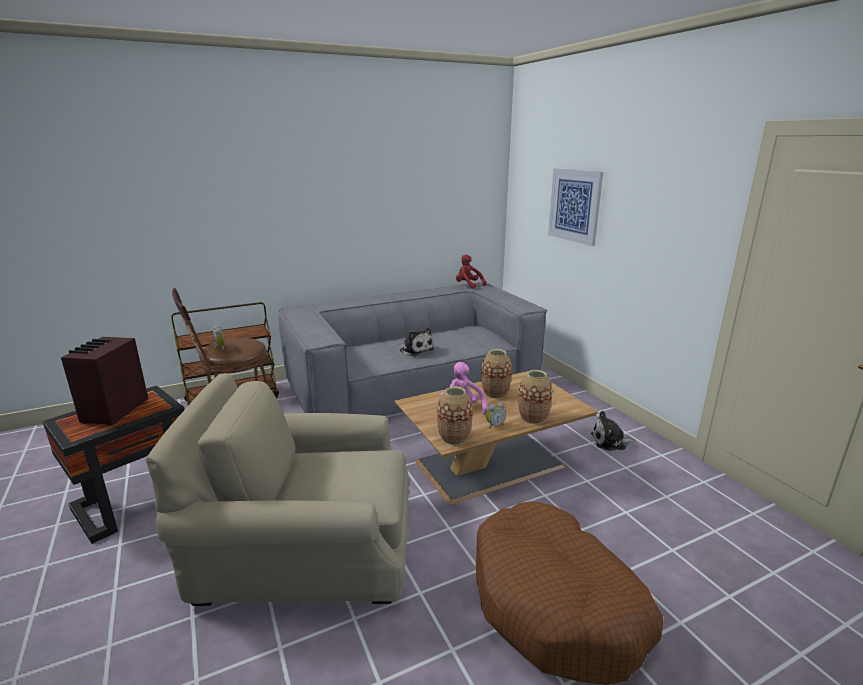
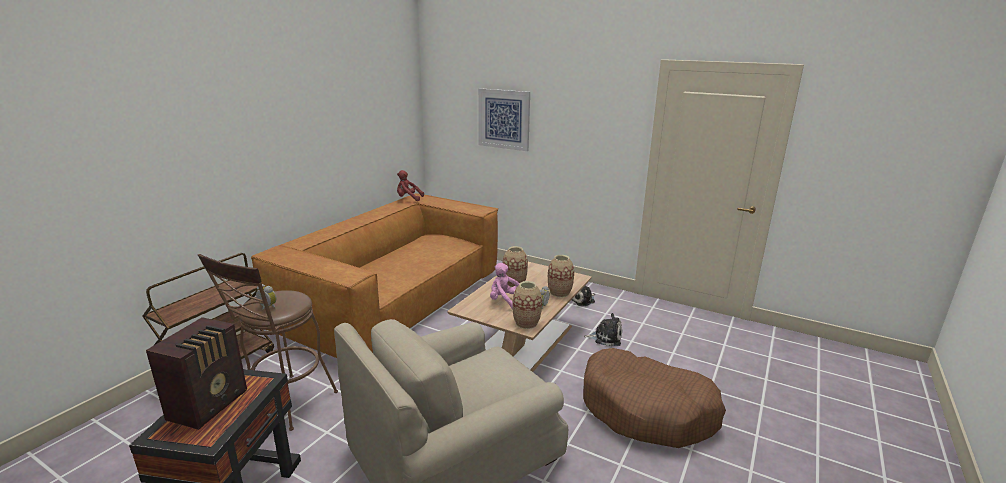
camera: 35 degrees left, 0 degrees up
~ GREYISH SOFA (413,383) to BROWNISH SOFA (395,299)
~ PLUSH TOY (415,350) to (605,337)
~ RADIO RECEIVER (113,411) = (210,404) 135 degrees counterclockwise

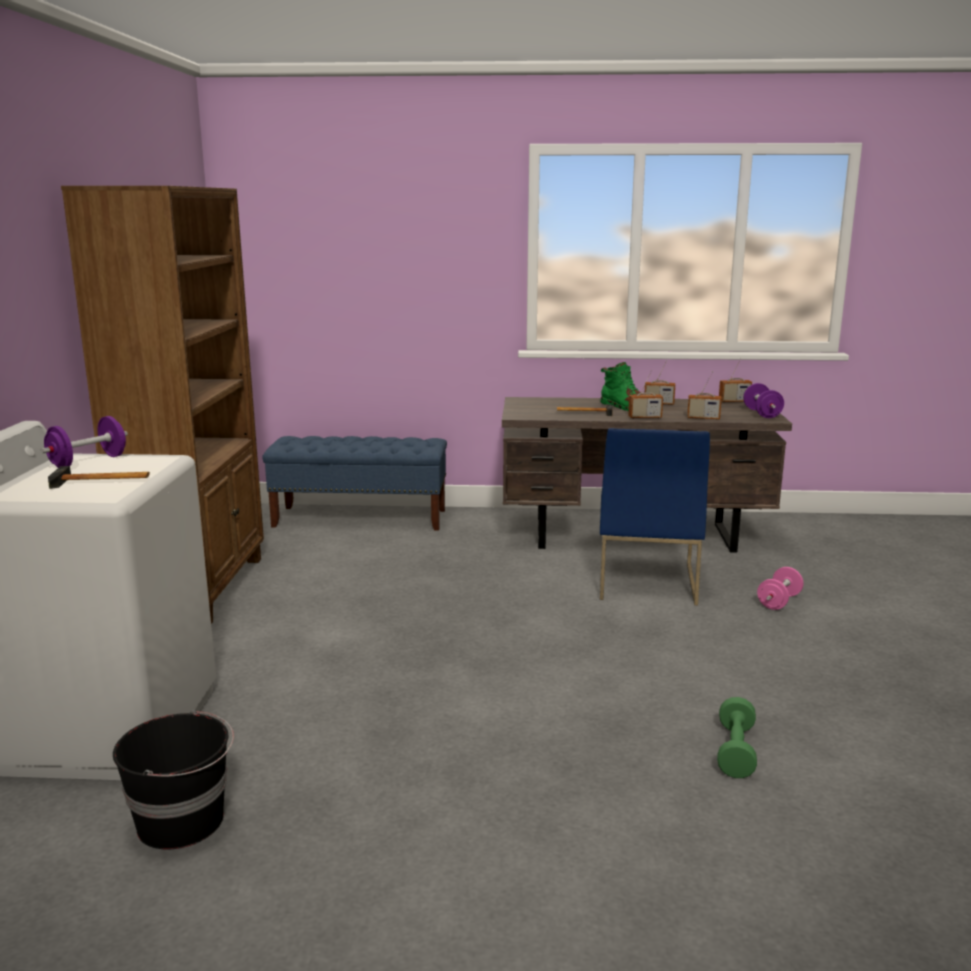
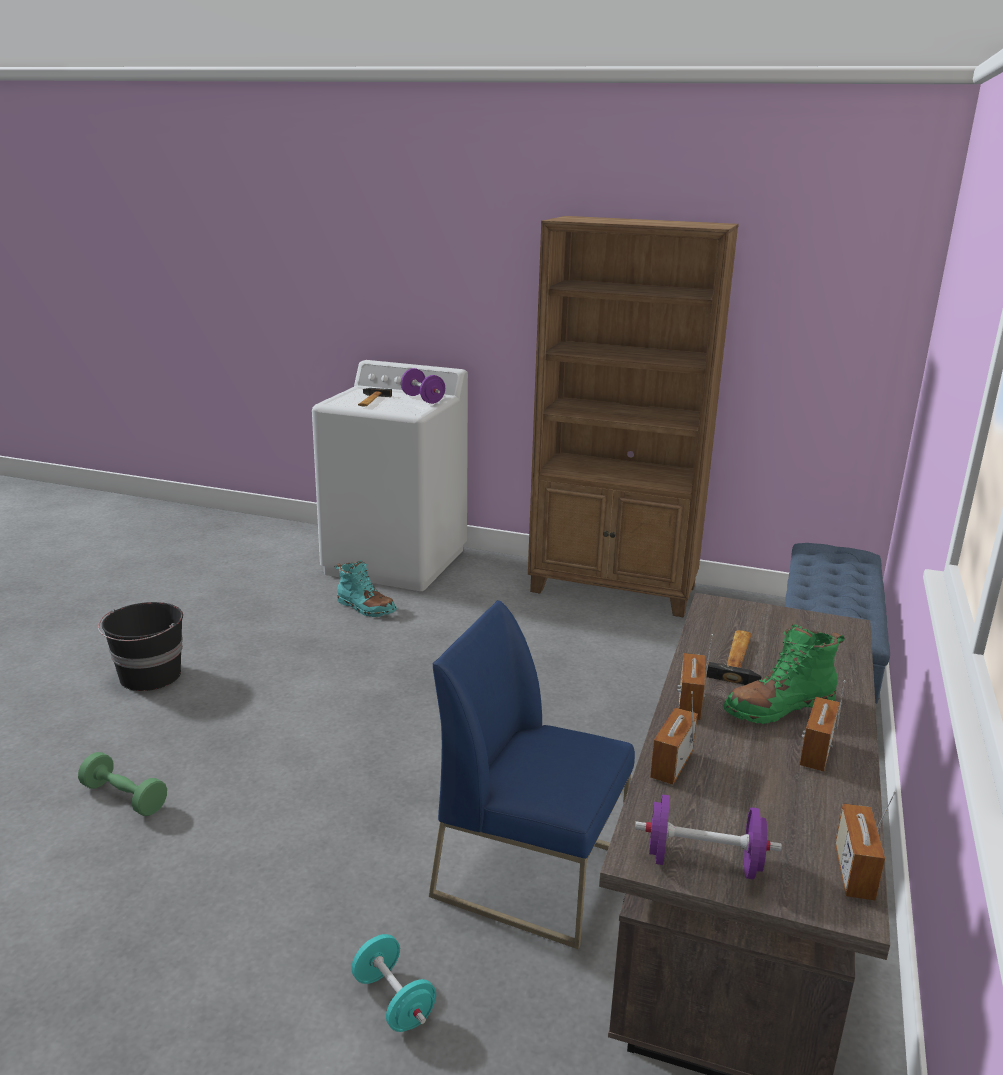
camera: 105 degrees right, 5 degrees up
~ PINK HAND WEIGHT (779,602) to BLUE-GREEN HAND WEIGHT (393,1001)
~ BLACK-COLOURED BUCKET (183,821) to (149,676)
+ BLUE-GREEN HIGH-TOP BOOT (365,607)

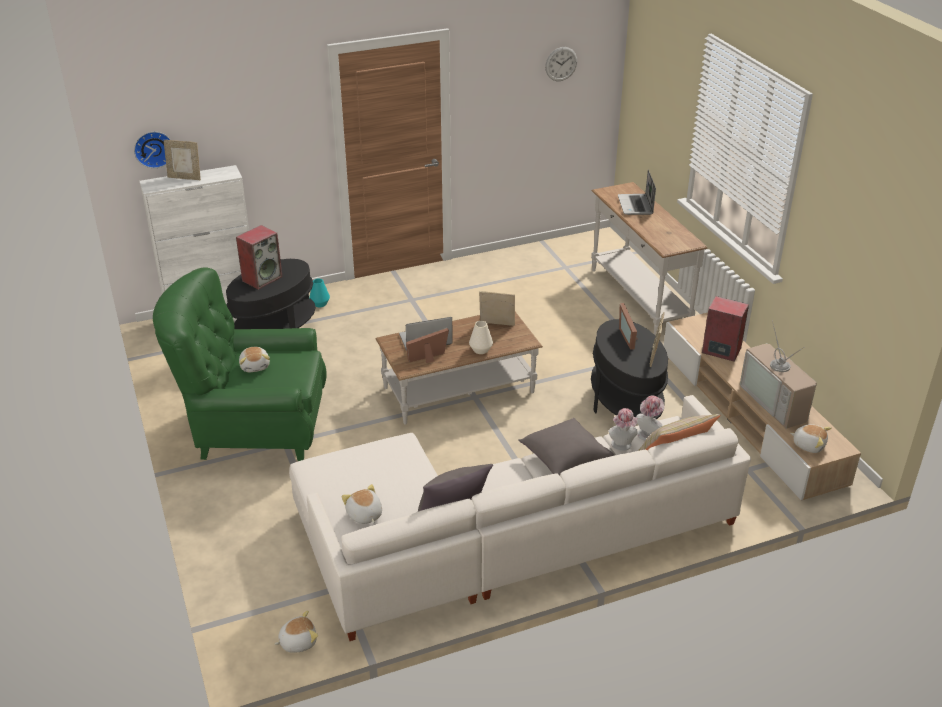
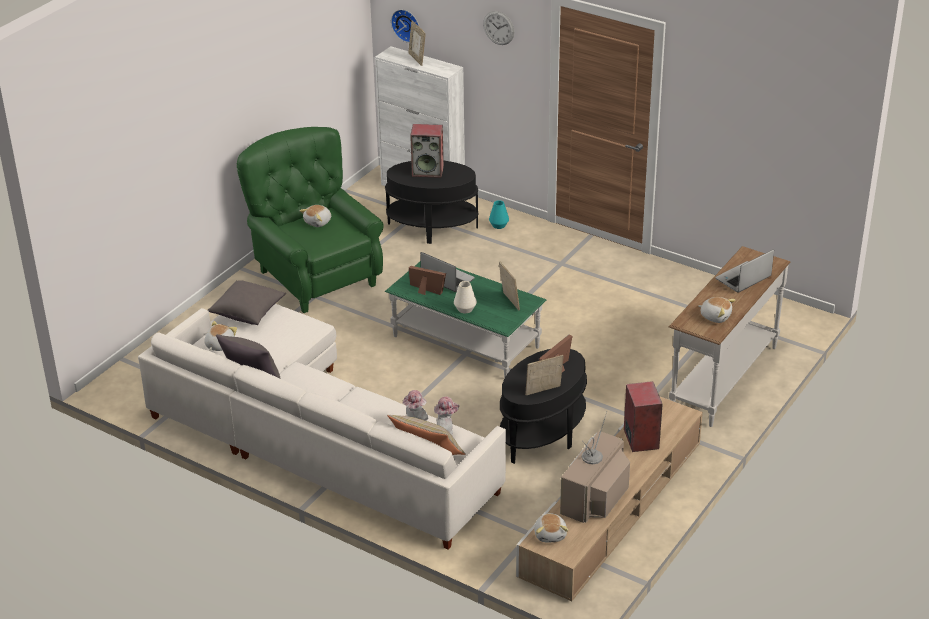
camera: 55 degrees right, 0 degrees up
~ CLOCK ON THE WALL (561,64) to (498,27)
~ BROWNISH LOUNGE TABLE (458,390) to GREENISH LOUNGE TABLE (465,342)
~ GREYISH PILLOW (564,458) to (248,312)
~ PLUSH TOY (298,641) to (715,316)

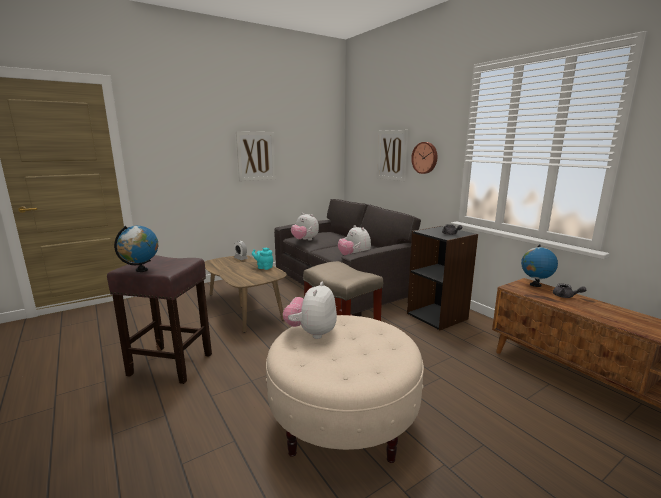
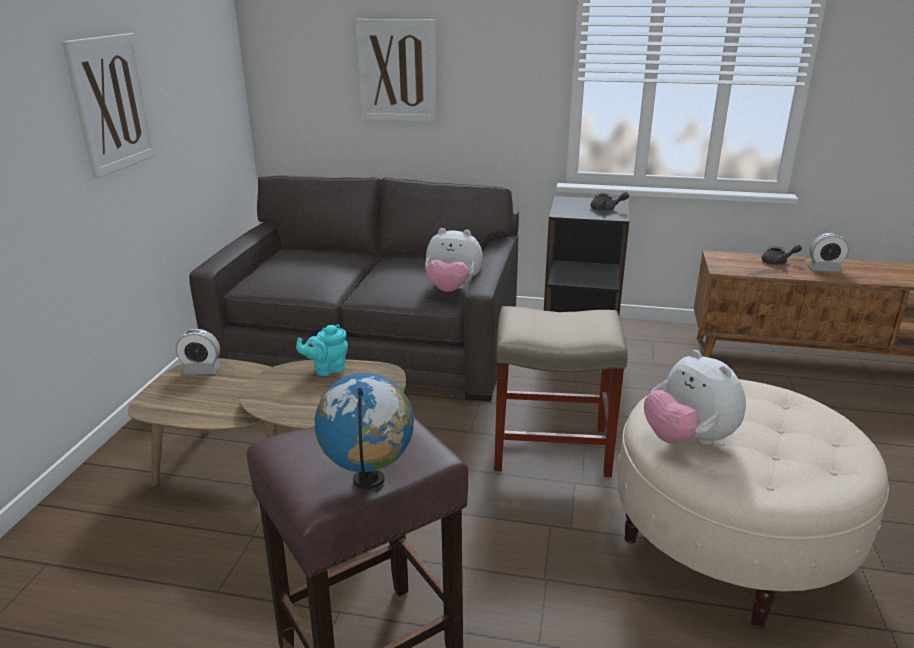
camera: 45 degrees left, 10 degrees up
- CLOCK ON THE WALL (425,157)
- PLUSH TOY (305,240)
- DESK GLOBE (535,285)
+ BEDSIDE CLOCK (824,269)

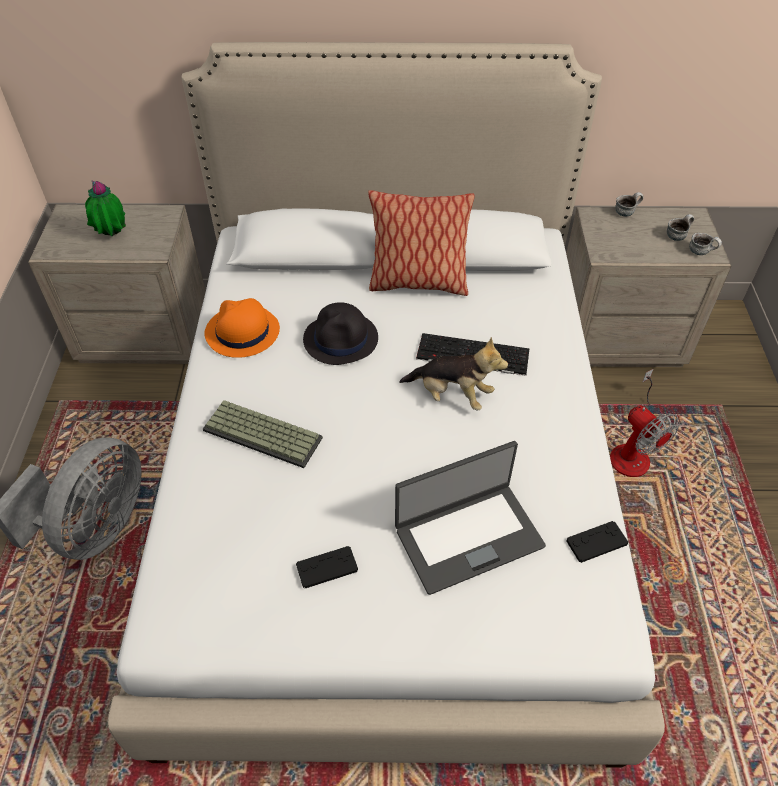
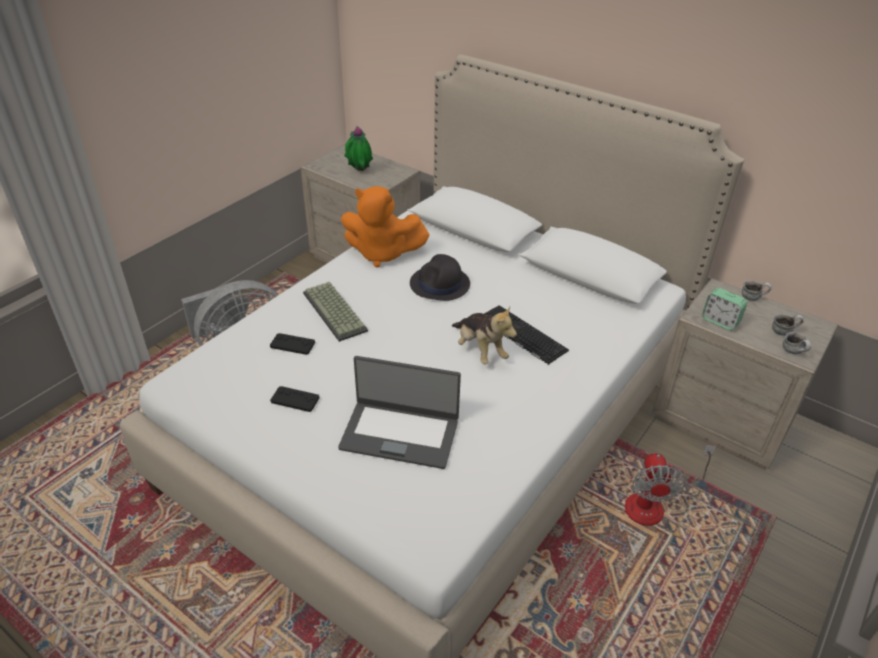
camera: 35 degrees right, 10 degrees down
- PILLOW (418,283)
~ ORANGEY CLOTHING HAT (242,332) to ORANGEY PLUSH TOY (382,253)
~ BLACK-COLOURED JOYPAD (596,542) to (292,344)
+ BEDSIDE CLOCK (720,321)

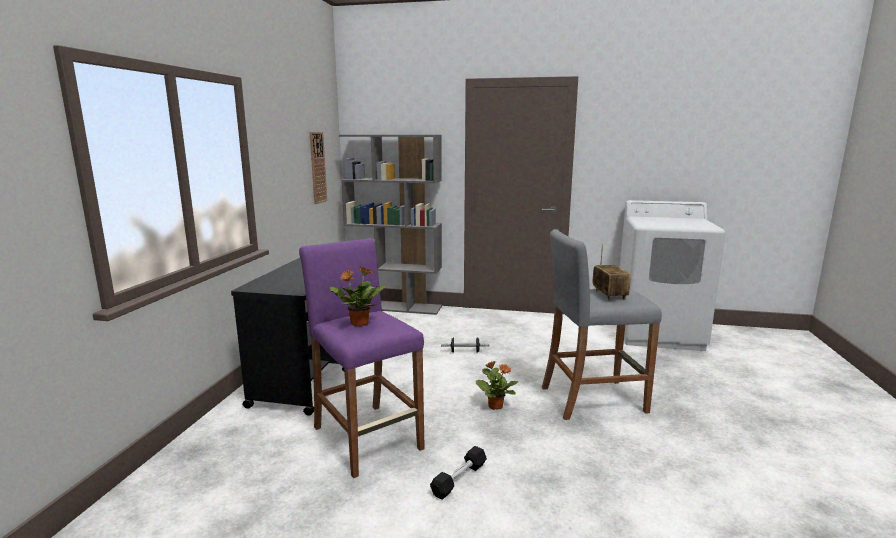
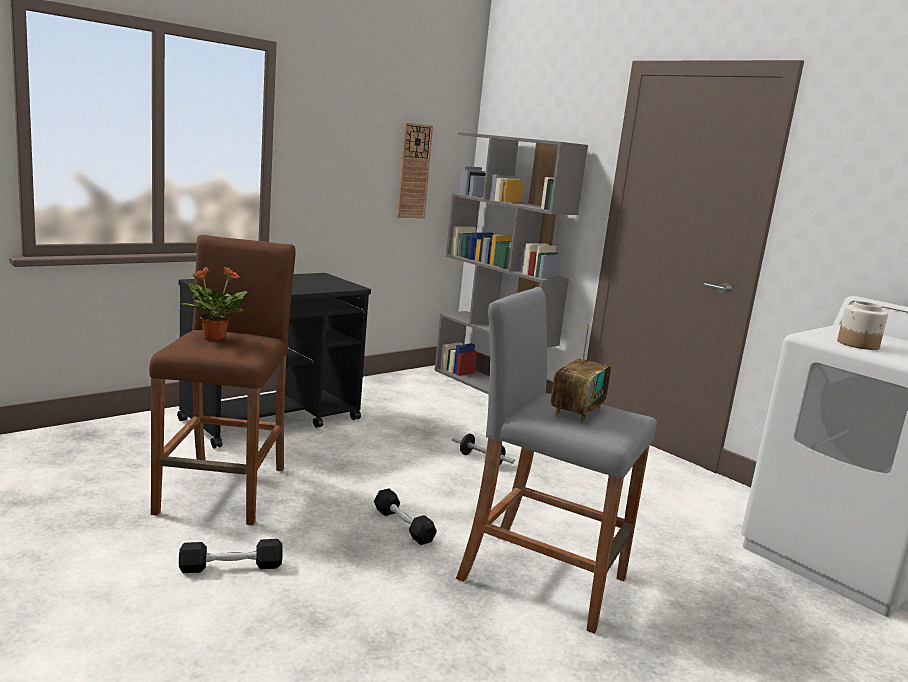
camera: 35 degrees right, 0 degrees up
~ PURPLE-COLOURED STOOL SEAT (367,438) to BROWNISH STOOL SEAT (223,490)
~ PLANT IN A POT (495,406) to BLACK-COLOURED HAND WEIGHT (403,525)
+ JAR (858,344)

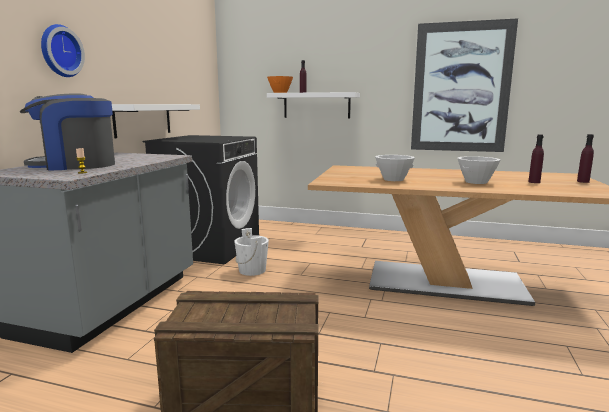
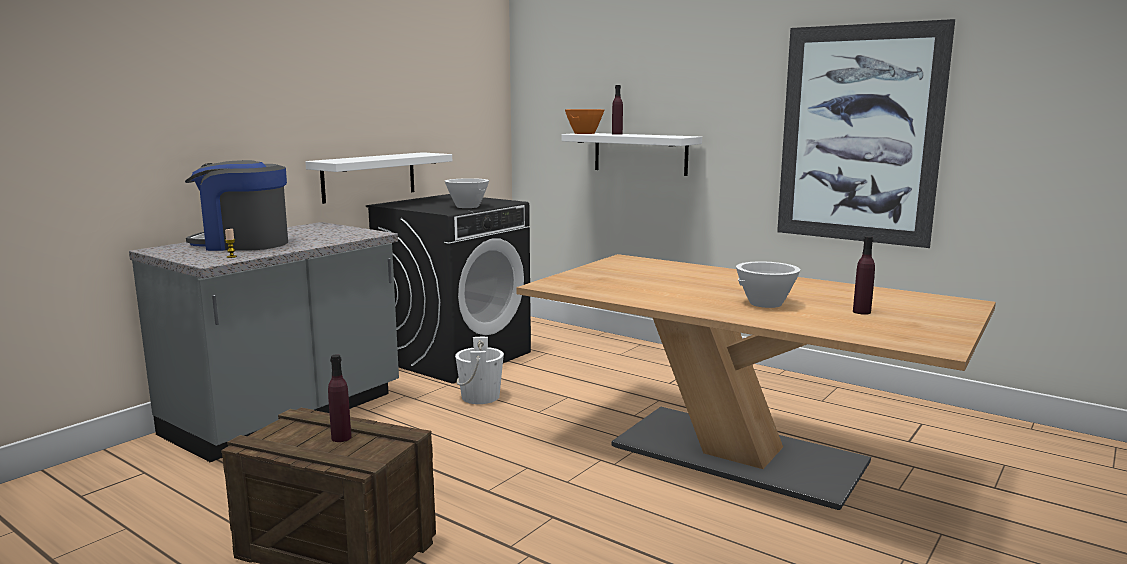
camera: 20 degrees right, 0 degrees up
- CLOCK ON THE WALL (59,51)
~ PURPLE-COLOURED DRINK BOTTLE (583,181) to (341,438)
~ WHITE BOWL (393,179) to (467,206)

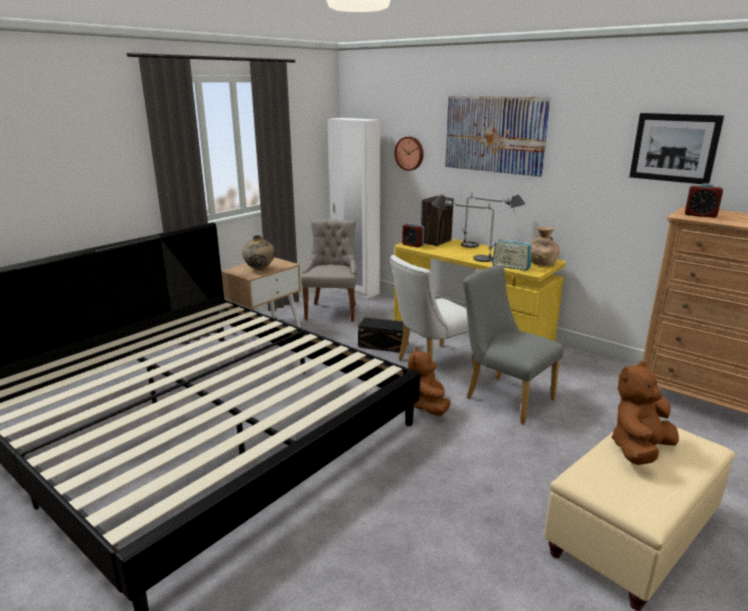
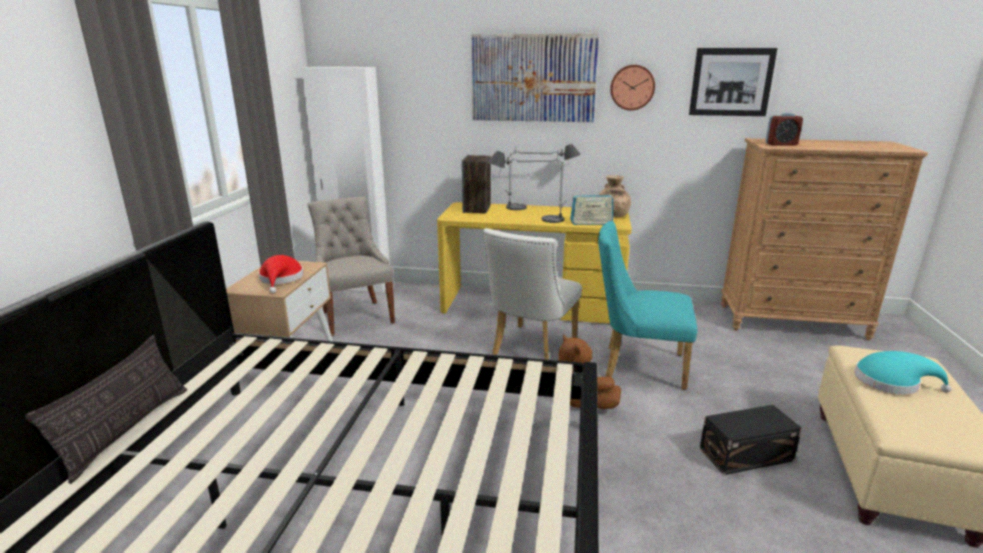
camera: 30 degrees left, 0 degrees up
~ CLOCK ON THE WALL (410,153) to (632,87)
- BEDSIDE CLOCK (412,245)
~ BEIGE-COLOURED FLOWER VASE (260,269) to REDDISH CLOTHING HAT (281,279)
~ GREYISH UPRIGHT CHAIR (503,396) to BLUE-GREEN UPRIGHT CHAIR (637,366)
~ BLACK-COLOURED STORAGE BIN (384,345) to (747,455)
~ BROWNISH PLUSH TOY (639,450) to BLUE-GREEN CLOTHING HAT (891,382)
+ PILLOW (126,430)

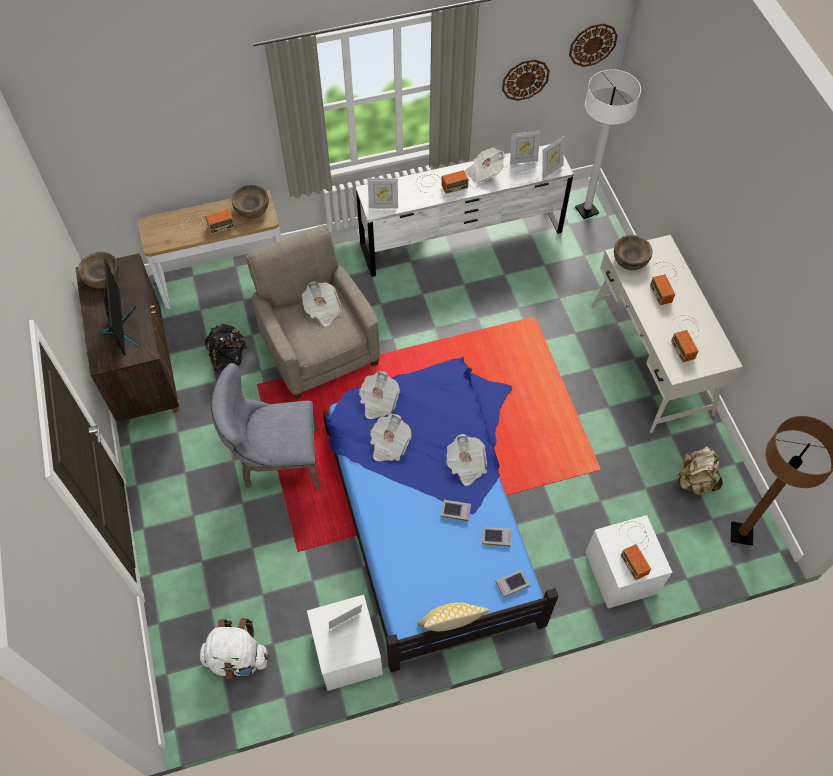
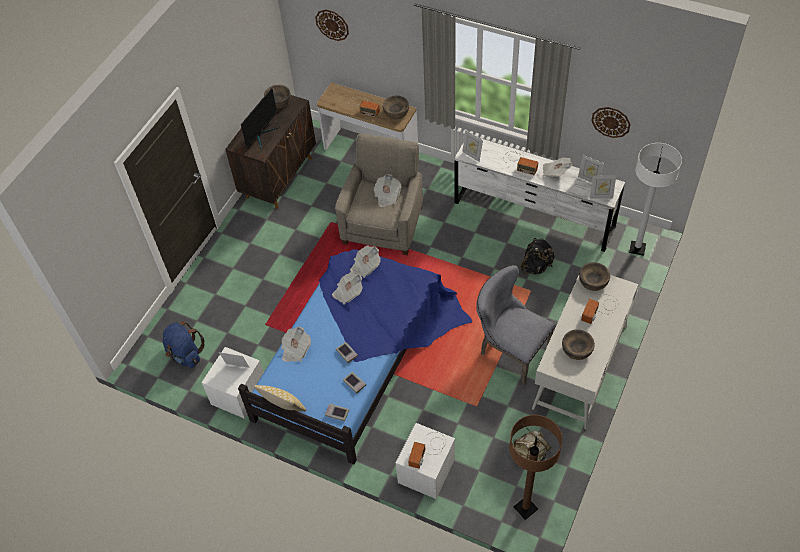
camera: 45 degrees right, 5 degrees down
~ CLOCK ON THE WALL (592,44) to (332,24)
~ RADIO RECEIVER (685,337) to BROWNISH BOWL (577,349)
~ BLACK-COLOURED BACKPACK (228,359) to (536,266)
~ GREYISH UPRIGHT CHAIR (276,461) to (510,351)
~ NEWSPAPER (466,465) to (295,350)
~ WHITE BACKPACK (237,658) to BLUE-COLOURED BACKPACK (185,355)

